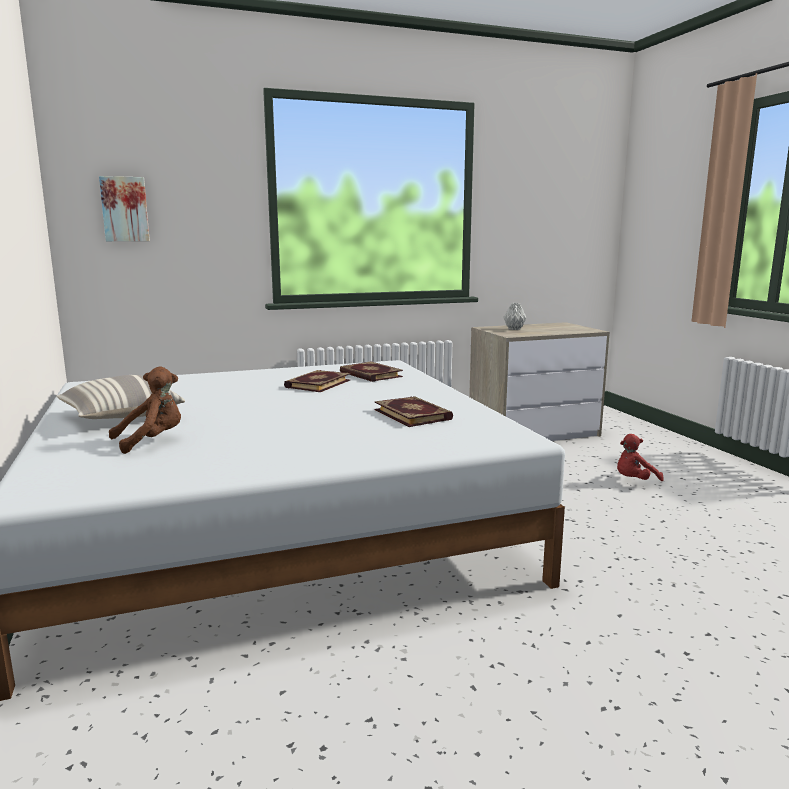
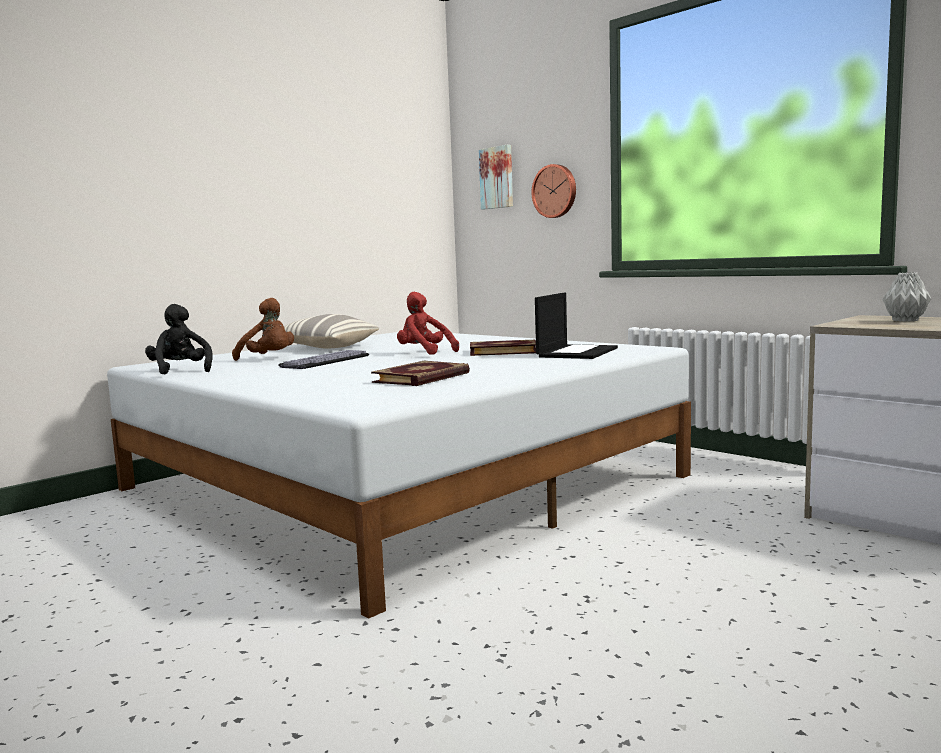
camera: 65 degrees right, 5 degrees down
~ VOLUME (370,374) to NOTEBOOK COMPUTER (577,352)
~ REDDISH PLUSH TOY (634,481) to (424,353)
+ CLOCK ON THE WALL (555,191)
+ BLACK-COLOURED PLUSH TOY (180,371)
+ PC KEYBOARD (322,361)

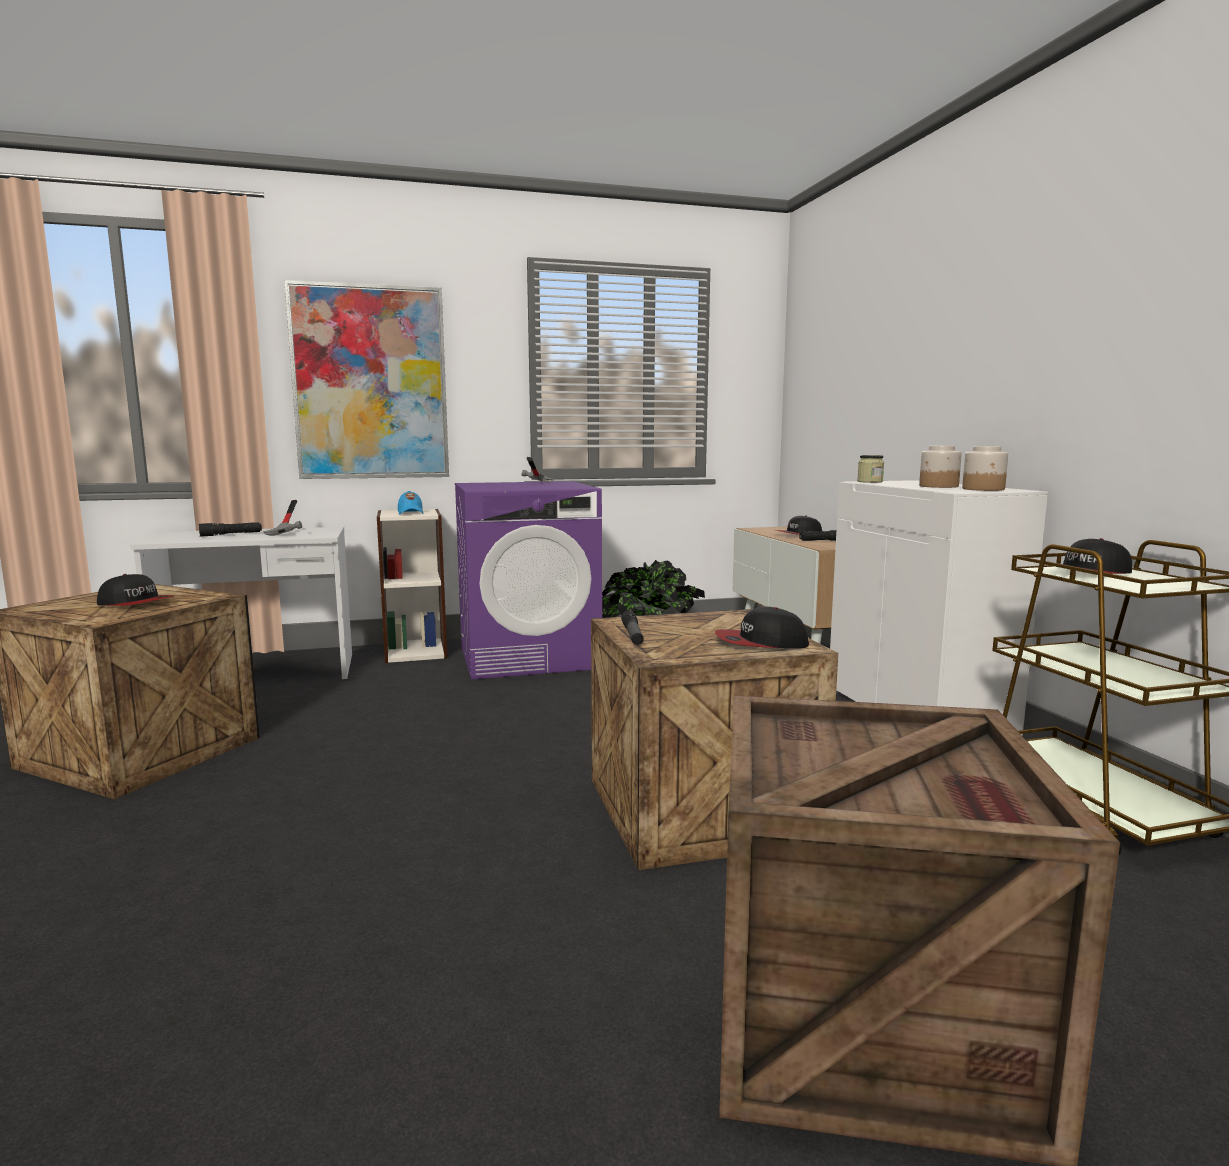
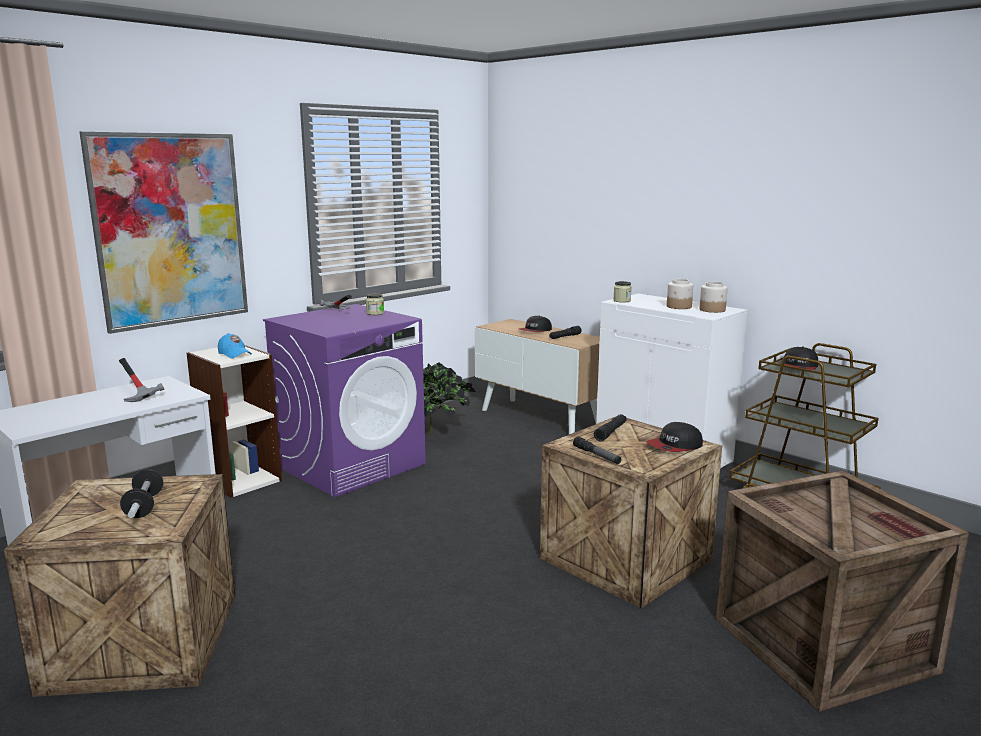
camera: 30 degrees left, 5 degrees up
~ BLACK-COLOURED TORCH (231,534) to (610,432)
~ CAP (136,603) to HAND WEIGHT (144,506)
+ JAR (375,313)

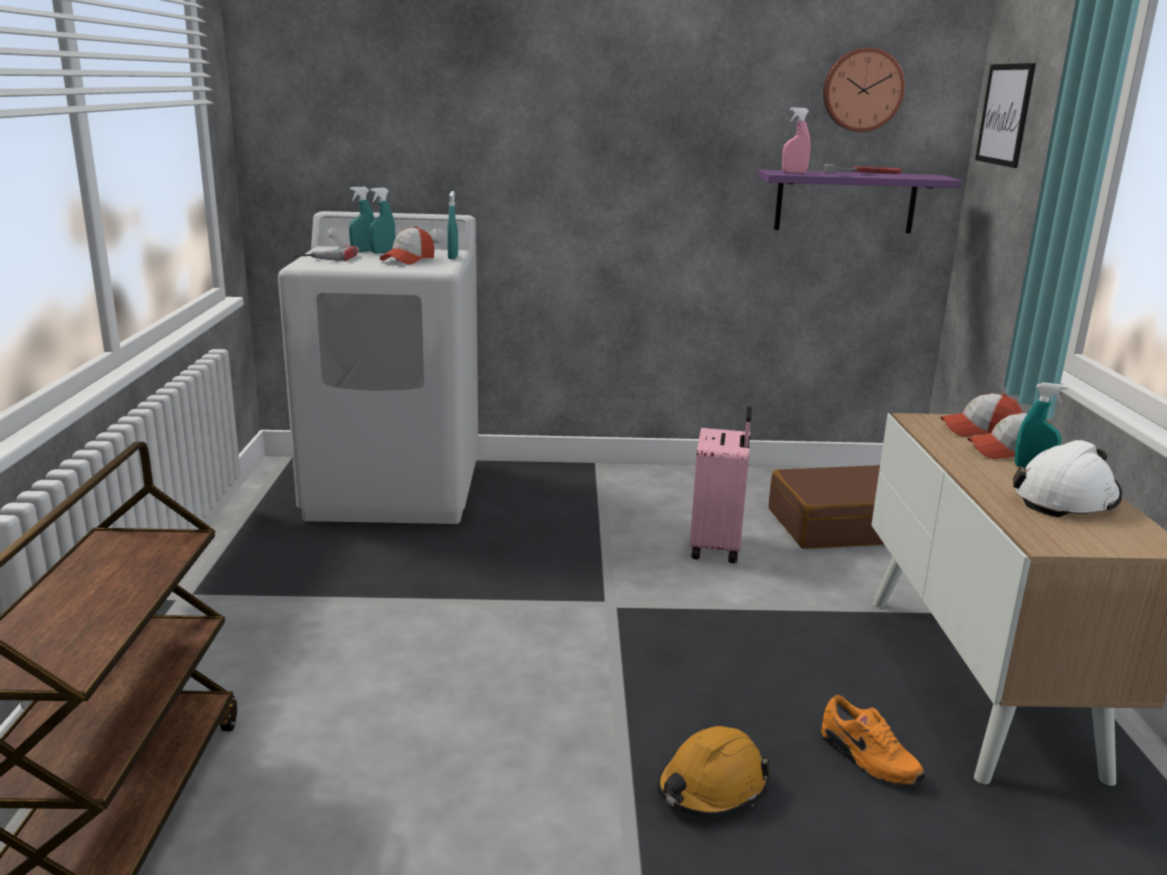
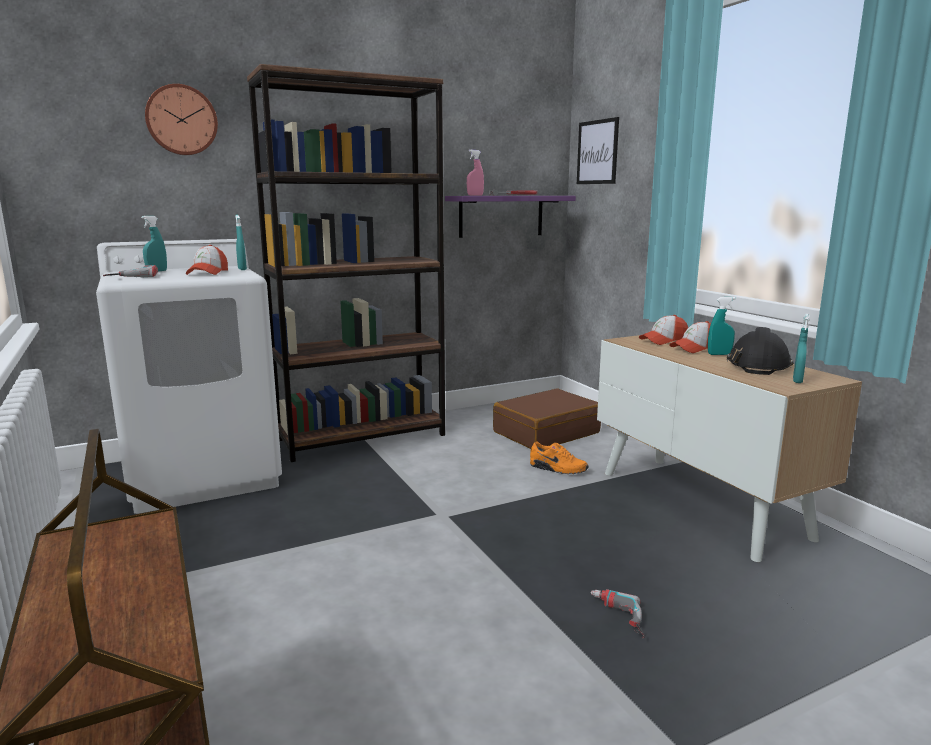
camera: 25 degrees left, 5 degrees down
~ CLOCK ON THE WALL (862,90) to (181,120)
~ BLUE-GREEN HAND SPRAYER (383,252) to (797,381)
- PINK SUITCASE (717,547)
~ WHITE SAFETY HELMET (1066,499) to BLACK-COLOURED SAFETY HELMET (758,365)
~ ORANGEY LOW SHOE (867,759) to (557,469)
~ ORANGEY SAFETY HELMET (711,787) to ELECTRIC DRILL (616,617)
+ BROWNISH BOOKCASE (362,437)

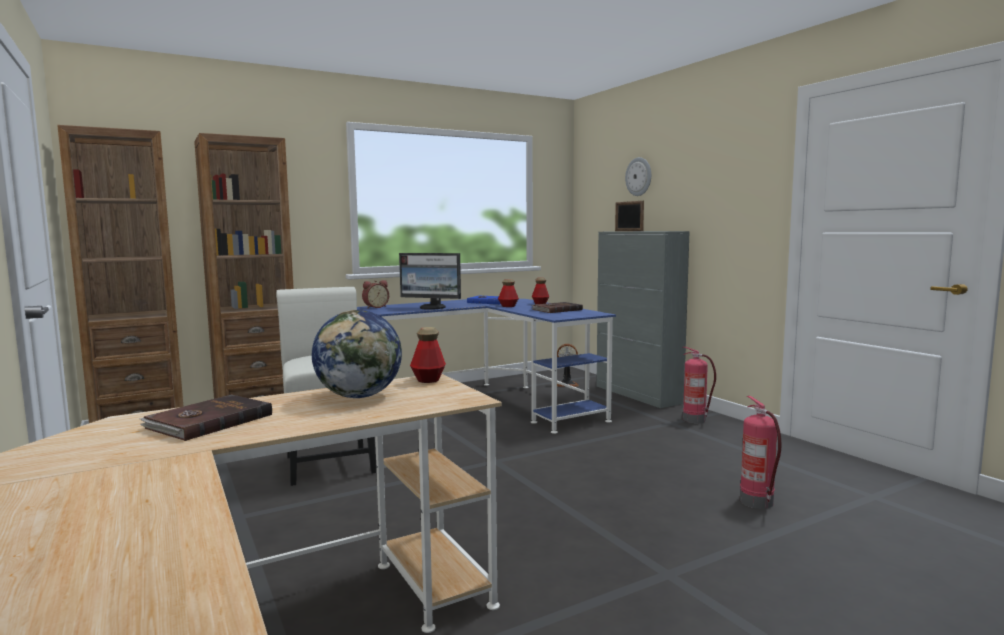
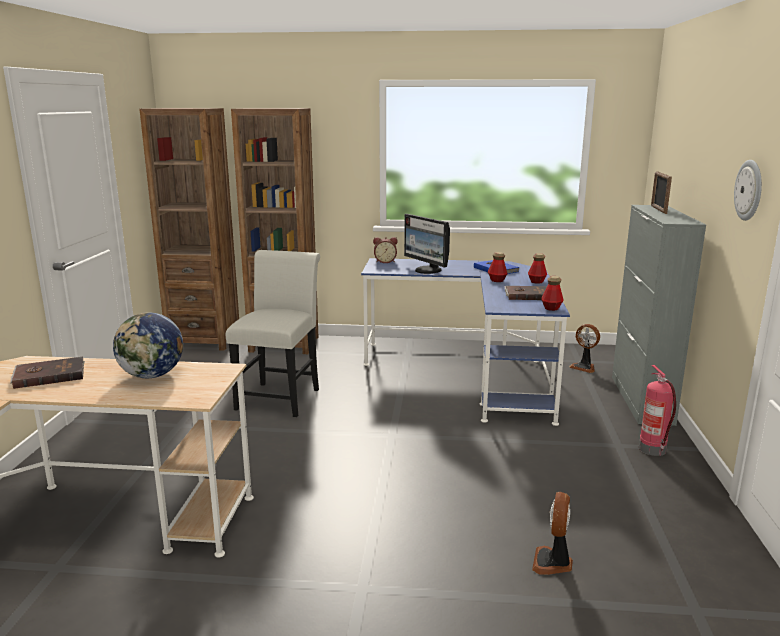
camera: 35 degrees right, 10 degrees up
~ CLOCK ON THE WALL (639,176) to (749,190)
~ DRINK BOTTLE (428,380) to (551,308)
~ FIRE EXTINGUISHER (758,502) to ELECTRIC FAN (553,563)

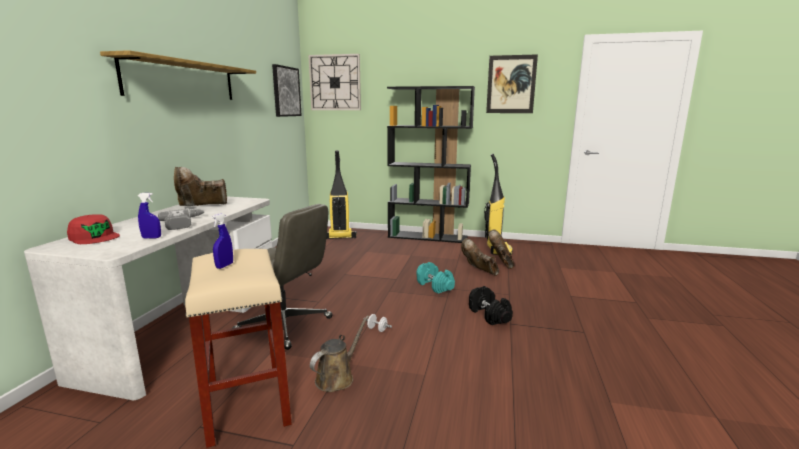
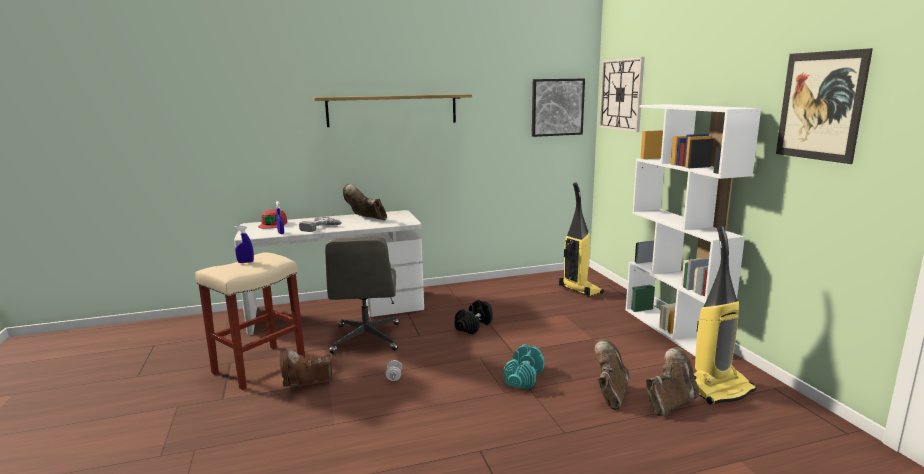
camera: 60 degrees right, 0 degrees up
~ BLACK-COLOURED BOOKCASE (428,237) to WHITE BOOKCASE (674,330)
~ BLACK-COLOURED HAND WEIGHT (489,315) to (474,326)
~ BROWNISH SPRINKLING CAN (337,377) to BROWNISH HIGH-TOP BOOT (306,386)

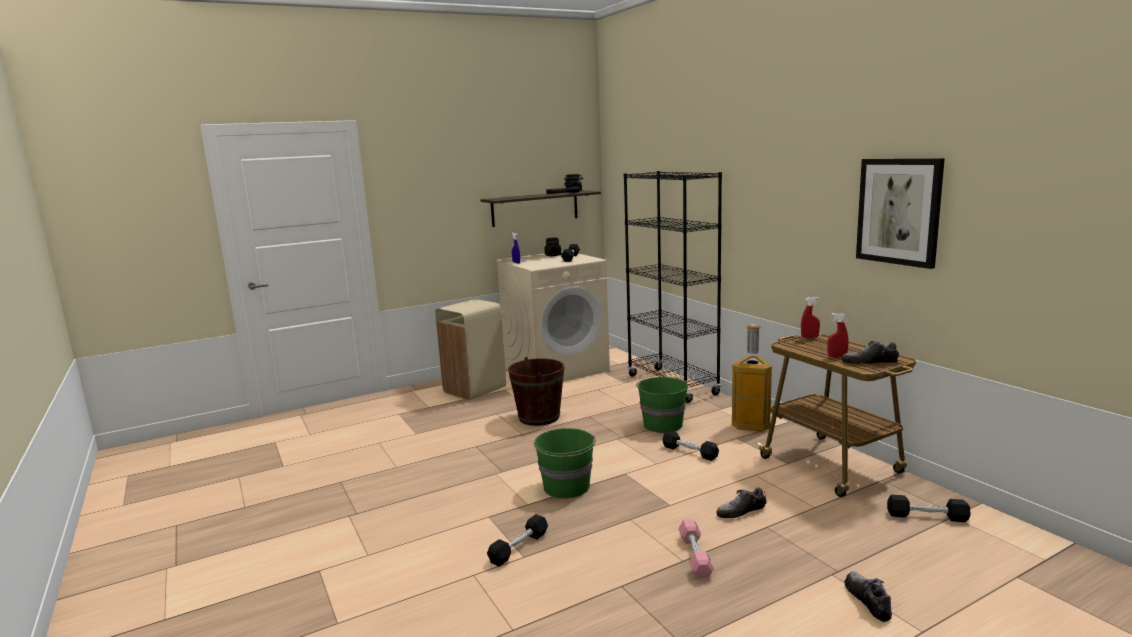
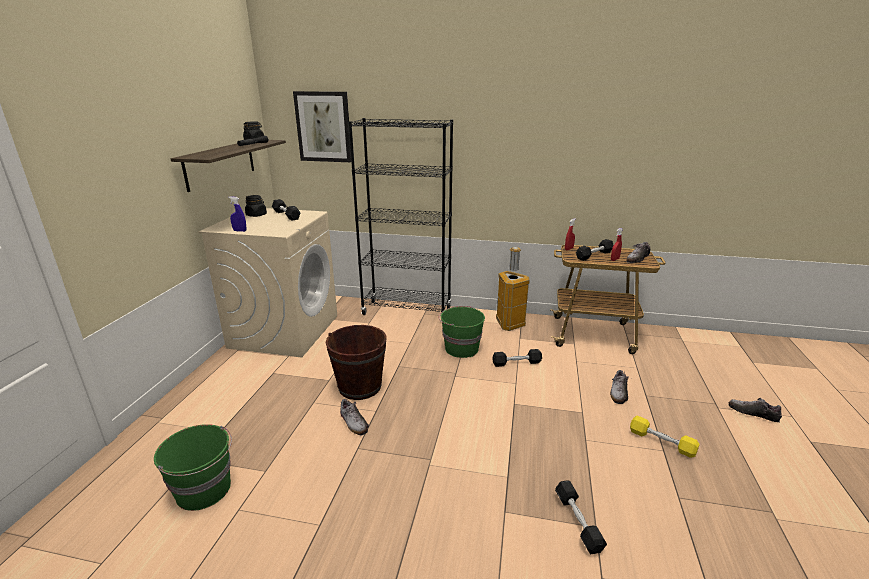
camera: 50 degrees left, 10 degrees up
~ WALL PICTURE (899,211) to (323,127)
- BEIGE-COLOURED RUBBISH BIN (474,390)
~ GREENISH BUCKET (567,487) to (204,490)
~ BLACK-COLOURED HAND WEIGHT (926,516) to (594,255)
~ PINK HAND WEIGHT (695,556) to YELLOWISH HAND WEIGHT (661,442)
+ LOW SHOE (353,422)

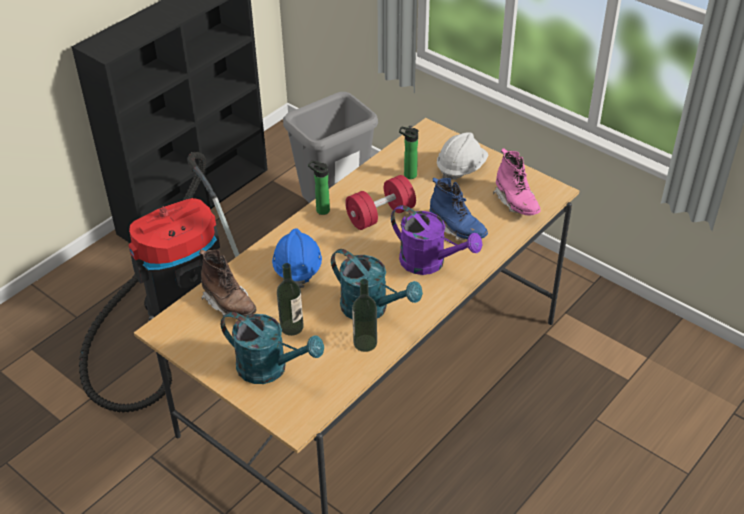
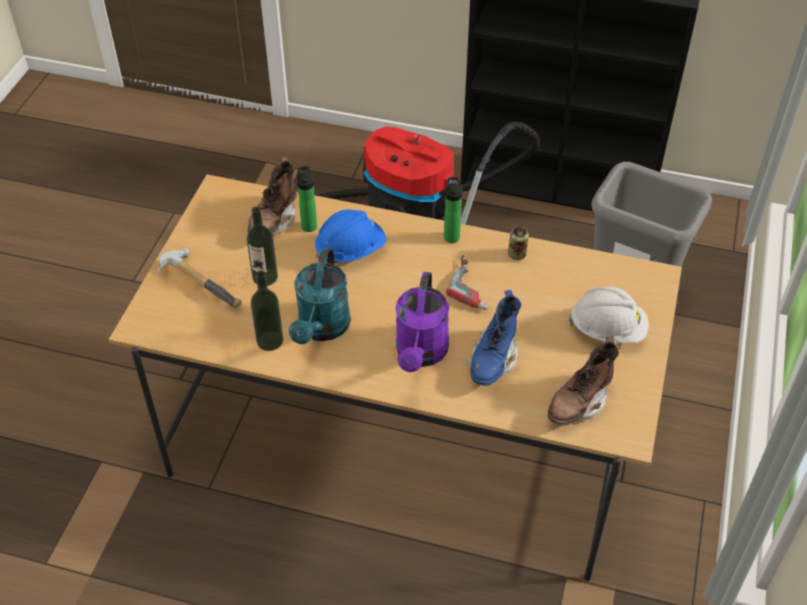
camera: 65 degrees right, 5 degrees up
~ DRINK BOTTLE (408,175) to (309,224)
~ PINK HIGH-TOP BOOT (516,203) to BROWNISH HIGH-TOP BOOT (579,403)
~ REDDISH HAND WEIGHT (380,215) to ELECTRIC DRILL (474,286)
~ BLUE-GREEN SPRINKLING CAN (270,368) to HAND HAMMER (202,282)
+ METAL CAN (517,255)

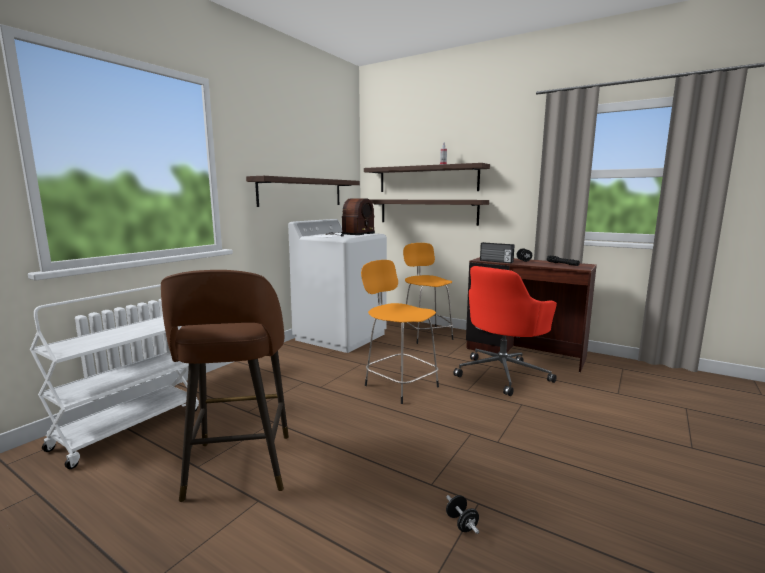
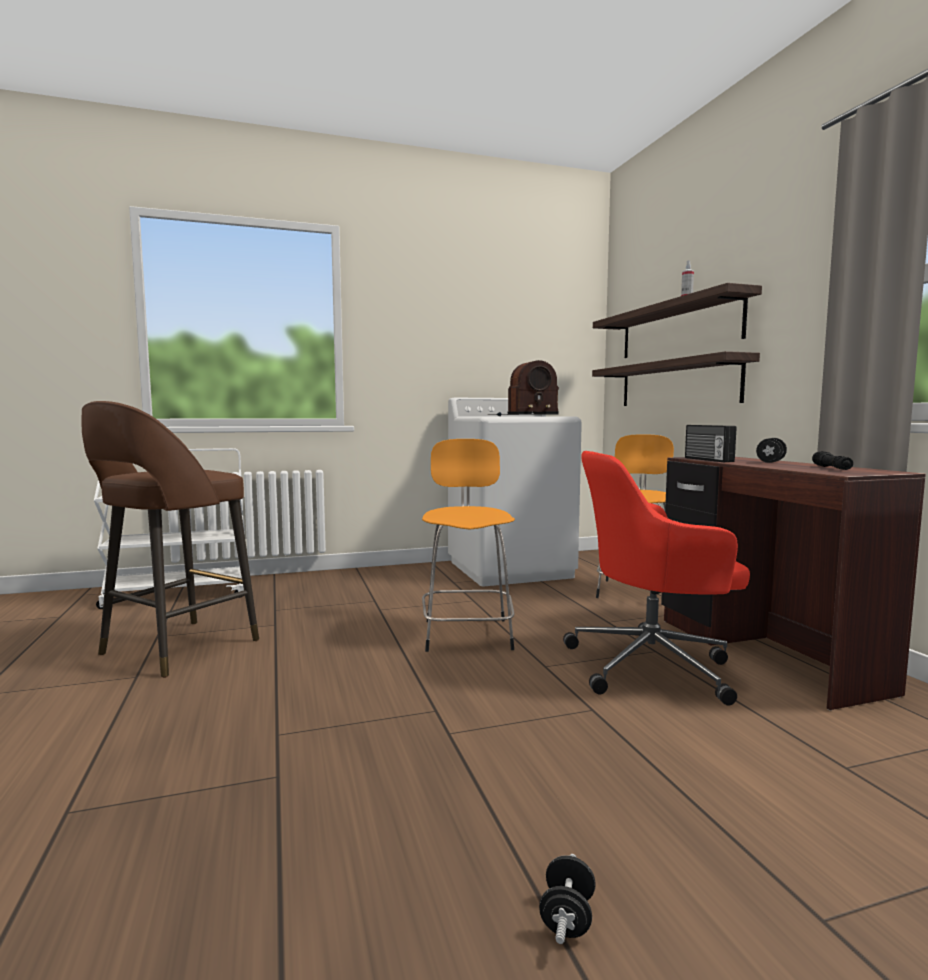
camera: 40 degrees right, 5 degrees down
- BRACKET SHELF (301,192)
~ BLACK-COLOURED HAND WEIGHT (461,523) to (567,918)

